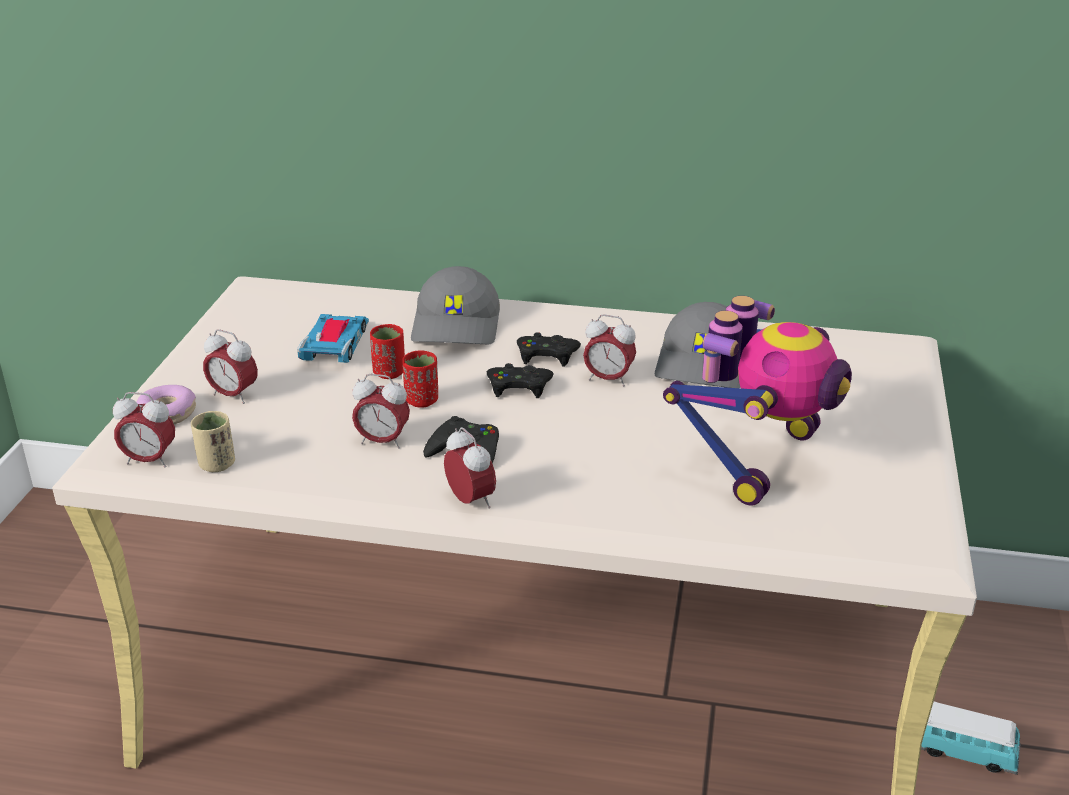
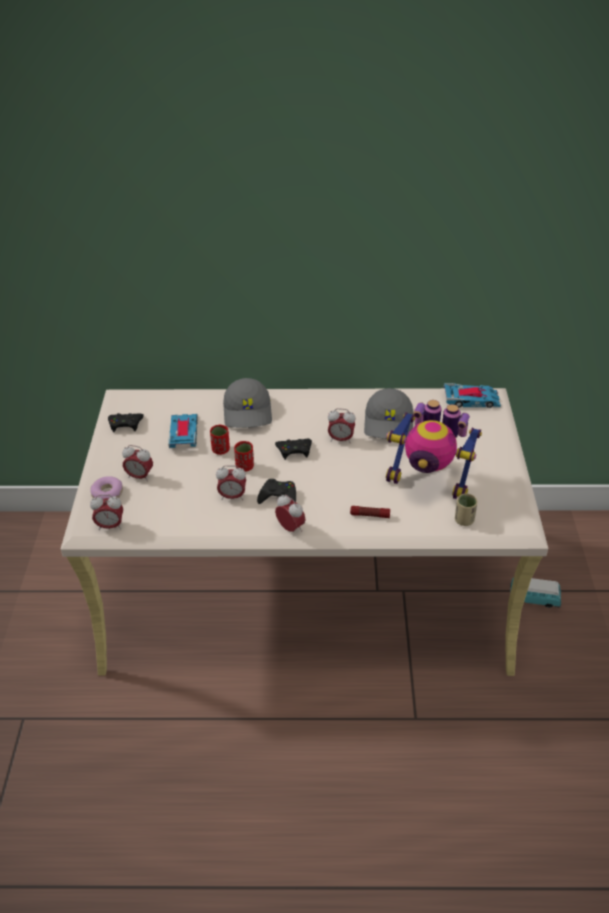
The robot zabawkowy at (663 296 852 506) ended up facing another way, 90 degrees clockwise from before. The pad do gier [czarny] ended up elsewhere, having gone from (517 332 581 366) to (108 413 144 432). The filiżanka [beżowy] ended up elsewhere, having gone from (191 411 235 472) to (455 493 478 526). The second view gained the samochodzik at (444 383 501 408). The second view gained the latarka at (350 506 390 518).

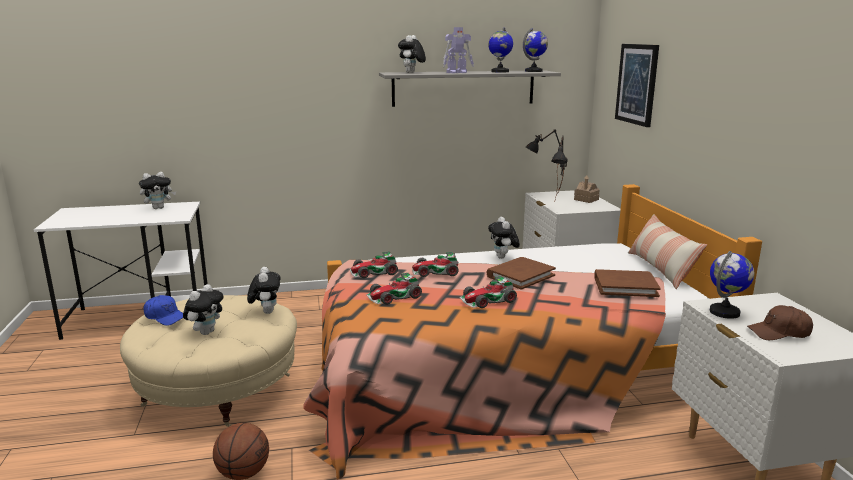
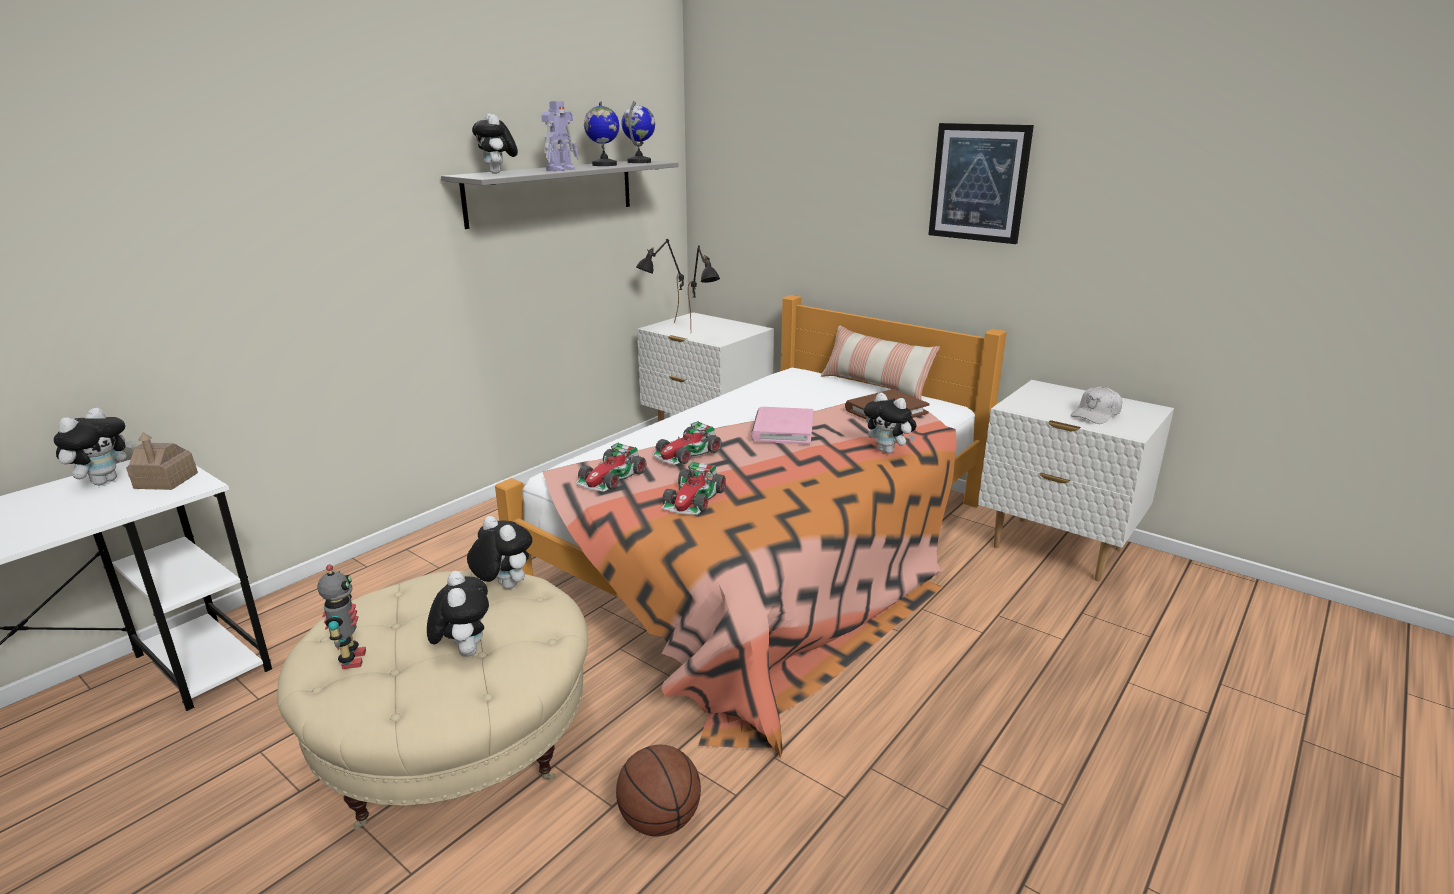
The obraz ended up elsewhere, having gone from (615 44 659 127) to (928 123 1034 244). The domek ended up elsewhere, having gone from (574 175 599 203) to (126 432 198 490). The pluszak ended up elsewhere, having gone from (488 217 520 259) to (864 392 917 454). The second view lost the globus at (710 251 754 319). What was the książka [brązowy] at (487 257 556 290) turned into the książka [różowy] at (751 407 813 445). The second view lost the samochodzik at (459 276 517 308). Where the czapka z daszkiem [niebieski] stood at (143 295 183 326), the robot zabawkowy came to stand at (317 565 366 669). What was the czapka z daszkiem [brązowy] at (747 305 813 340) turned into the czapka z daszkiem [biały] at (1070 386 1122 424).

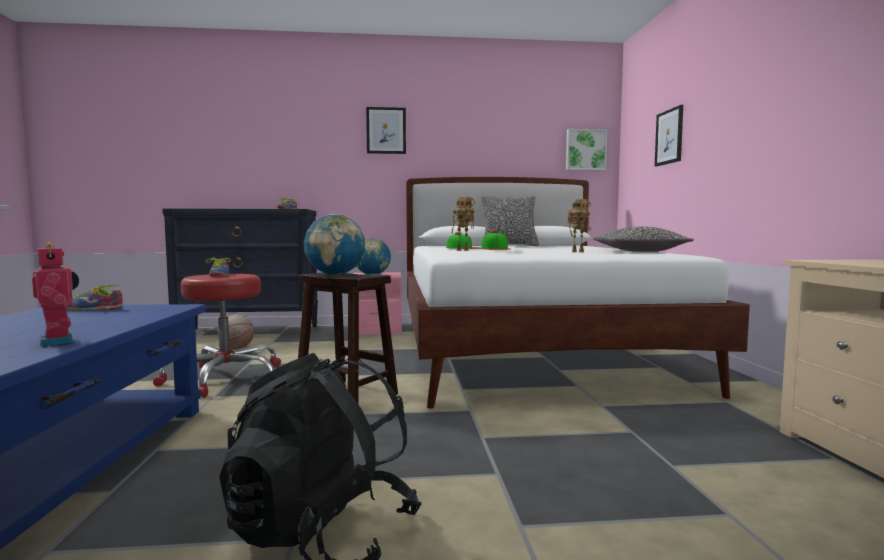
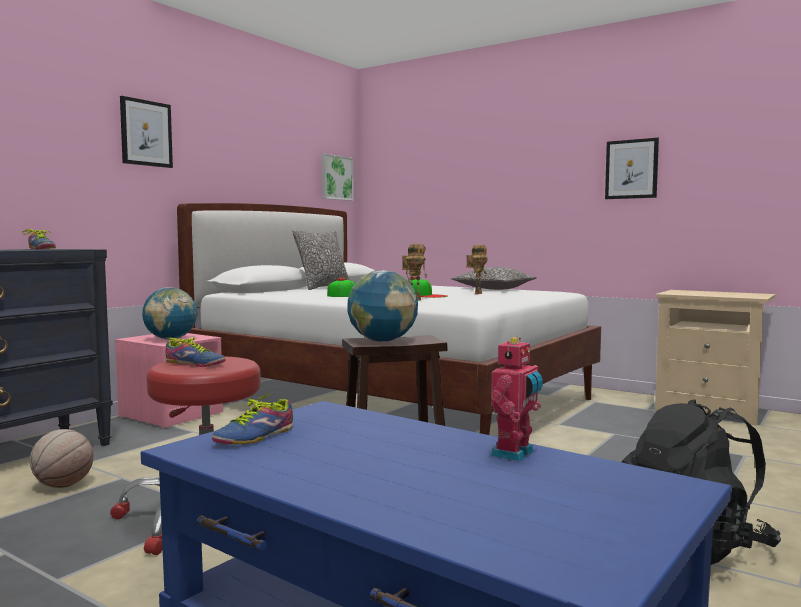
The obraz ended up elsewhere, having gone from (655 105 683 166) to (605 138 659 199). The robot zabawkowy at (32 243 79 346) ended up facing another way, 120 degrees clockwise from before.

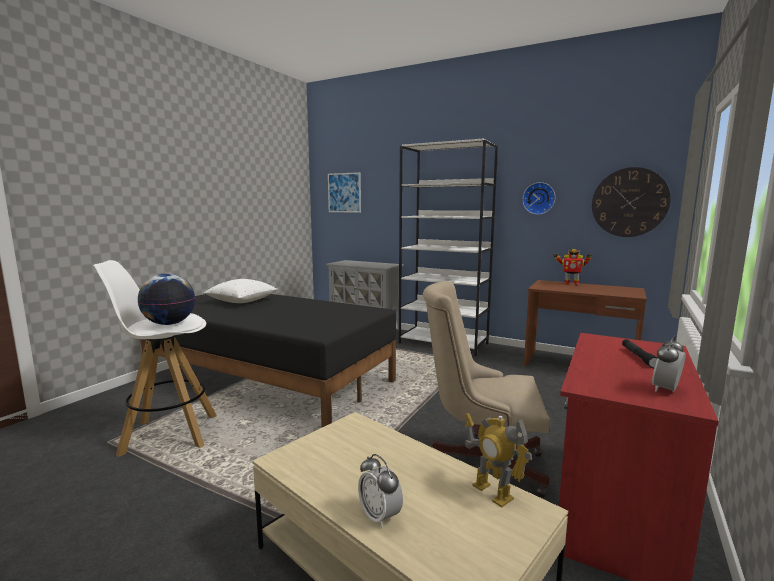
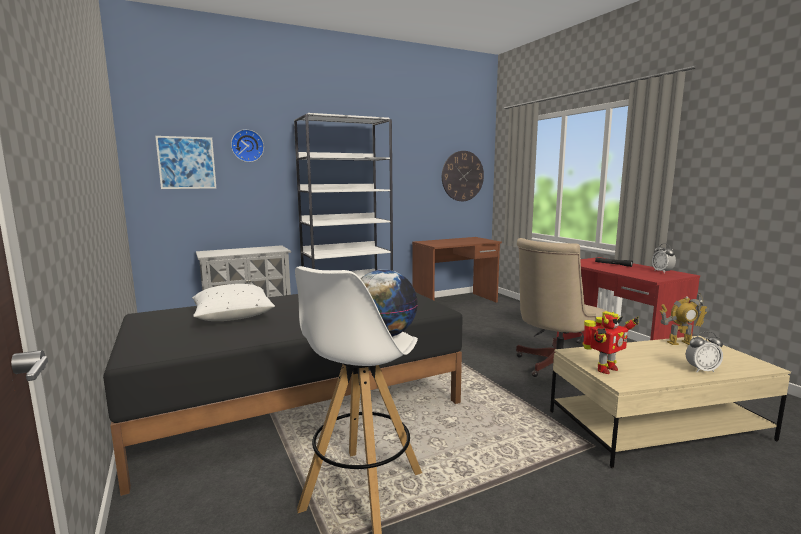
The zegar ścienny ended up elsewhere, having gone from (522 182 555 215) to (231 129 264 162). The robot zabawkowy ended up elsewhere, having gone from (554 249 592 285) to (583 311 639 374).

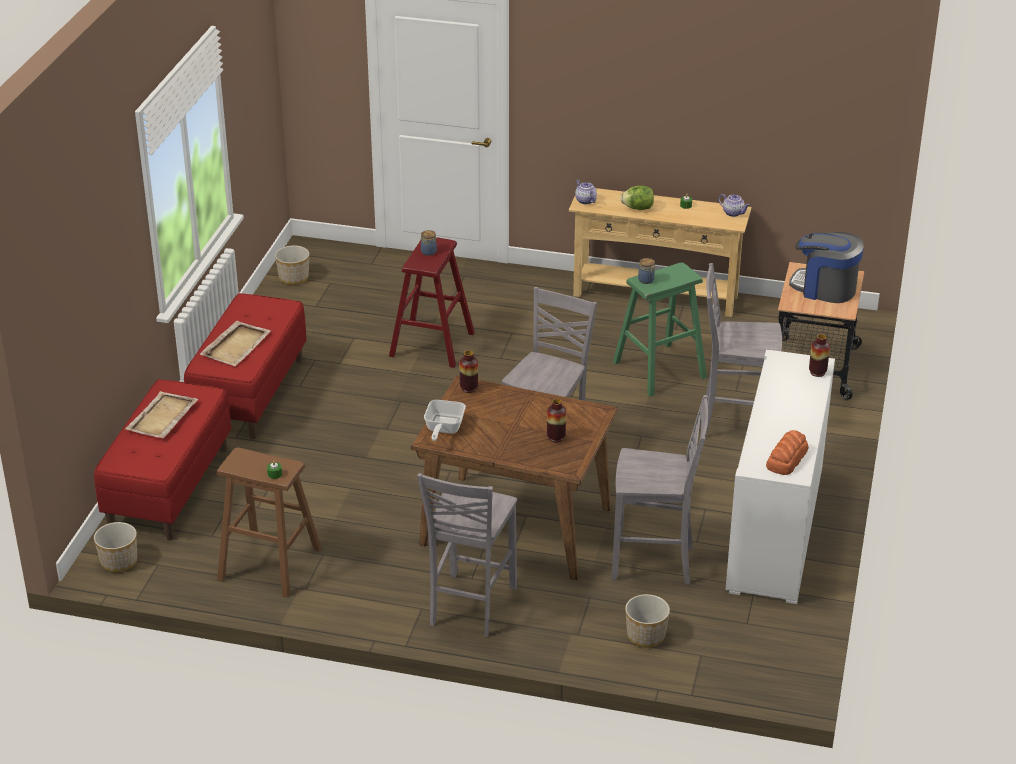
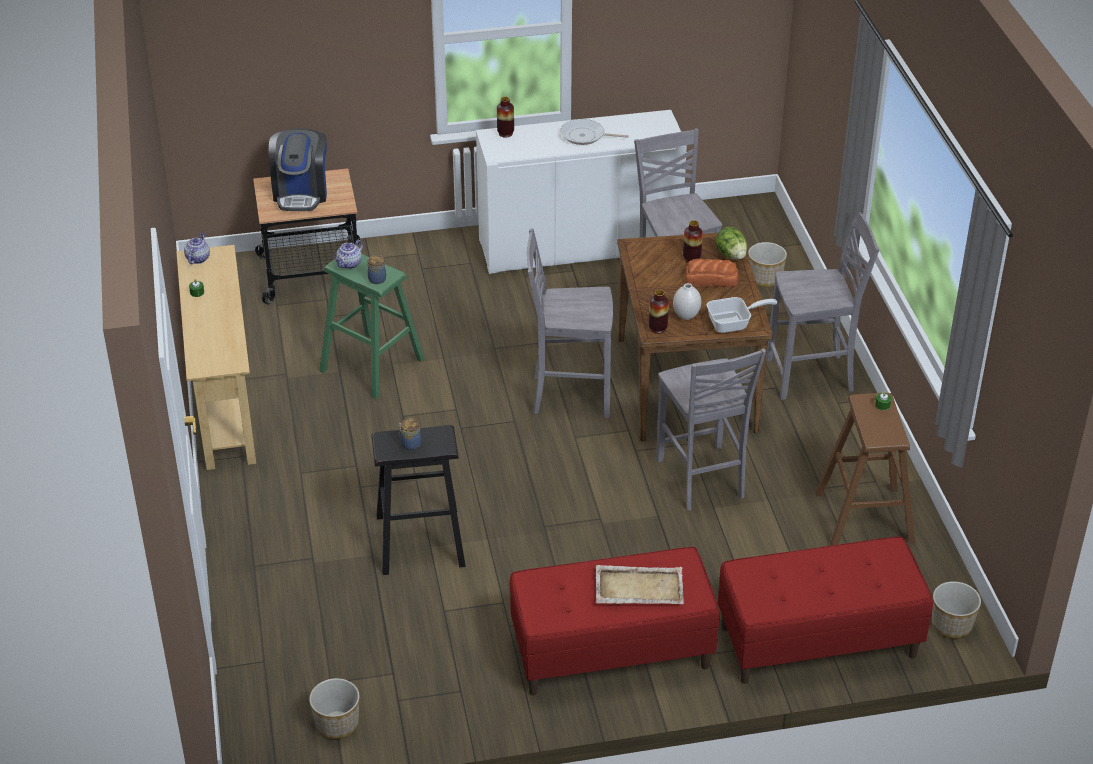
The imbryk ended up elsewhere, having gone from (575 180 597 204) to (334 240 363 269). The sałata ended up elsewhere, having gone from (620 186 654 210) to (715 227 747 260). What was the stołek [czerwony] at (389 237 475 368) turned into the stołek [czarny] at (372 425 466 575). The krzesło [szary] ended up elsewhere, having gone from (705 263 782 437) to (656 348 766 511). The second view lost the taca [beżowy] at (125 391 198 438). The chleb ended up elsewhere, having gone from (766 430 809 475) to (685 259 738 287). The second view gained the patelnia at (560 119 629 145). The second view gained the wazon [biały] at (673 283 701 320).

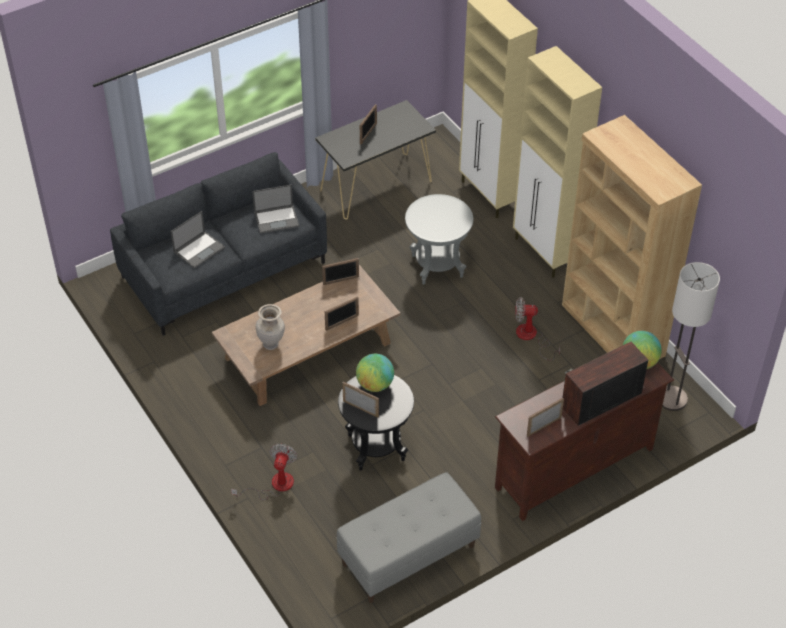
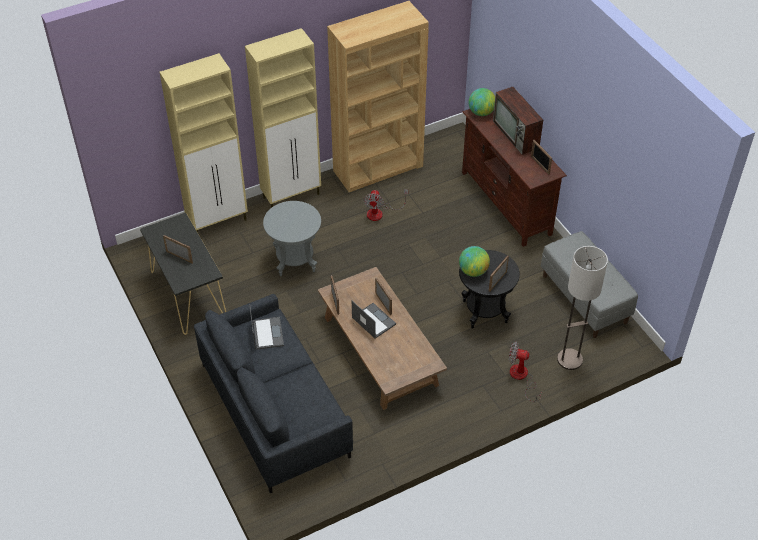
The laptop ended up elsewhere, having gone from (171 211 225 269) to (352 301 396 339). The lampa stojąca ended up elsewhere, having gone from (662 262 720 411) to (557 246 608 370). The second view lost the wazon [beżowy] at (256 304 285 350).

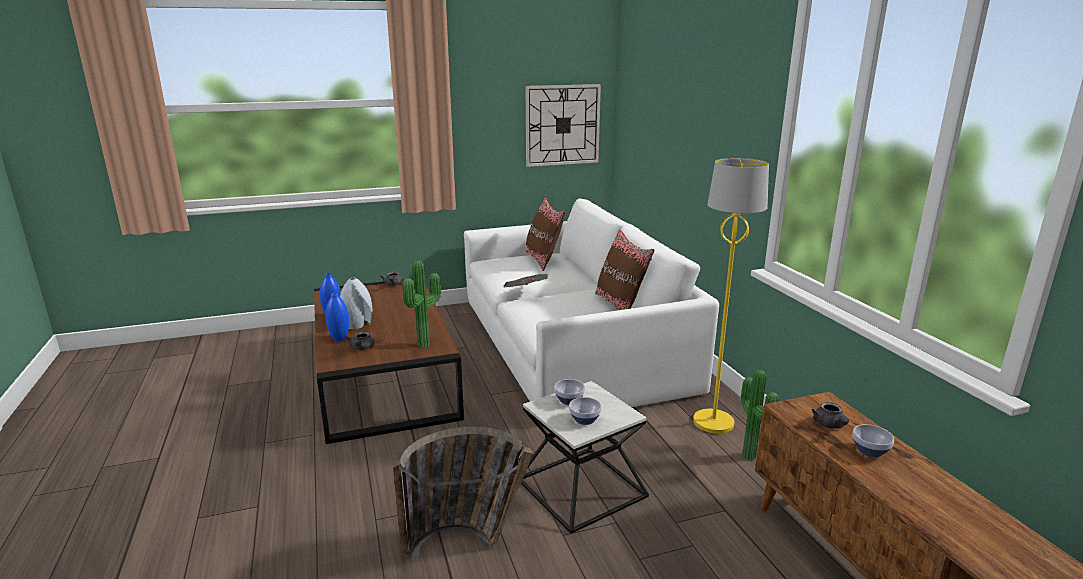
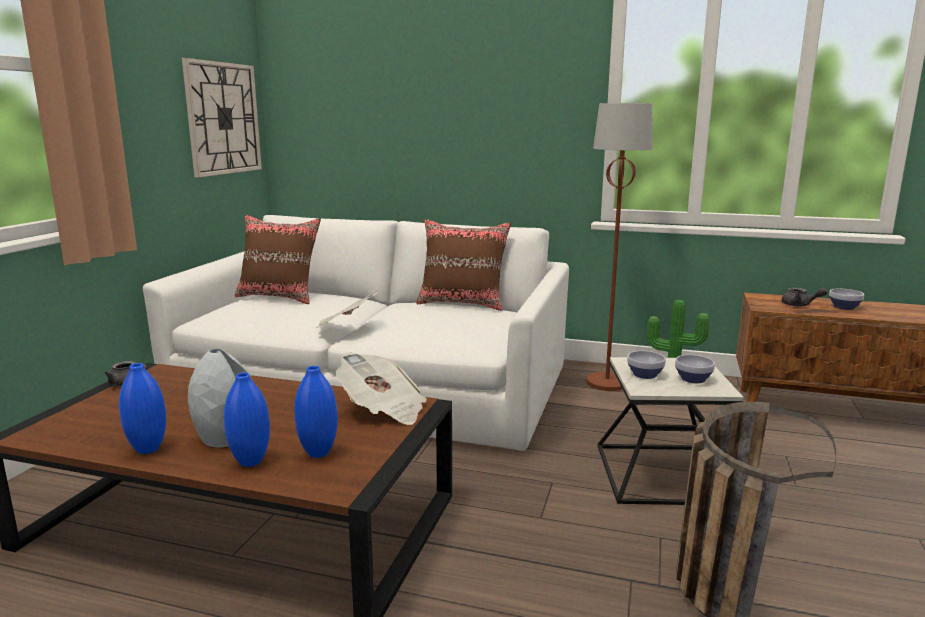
What was the lampa stojąca [żółty] at (693 158 769 434) turned into the lampa stojąca [brązowy] at (586 103 653 391). Where the roślina doniczkowa stood at (402 261 441 348), the gazeta came to stand at (336 353 427 425). Where the imbryk [szary] stood at (345 332 374 350), the wazon [niebieski] came to stand at (294 366 338 458).

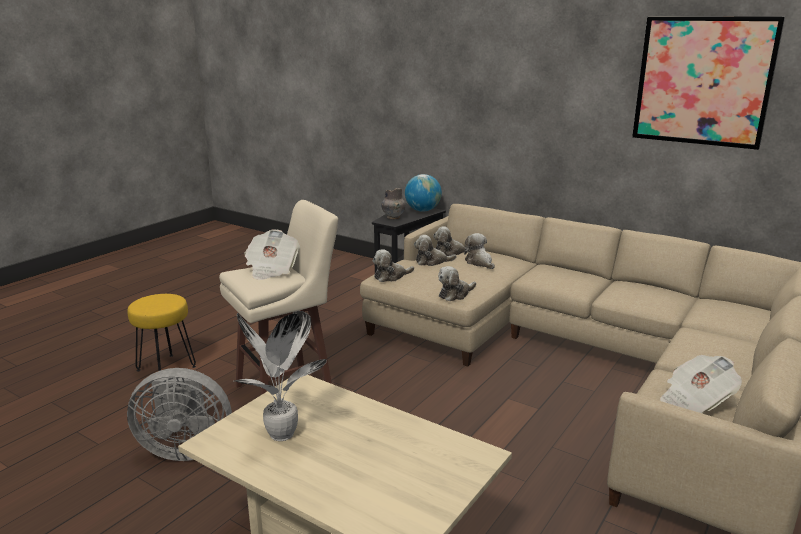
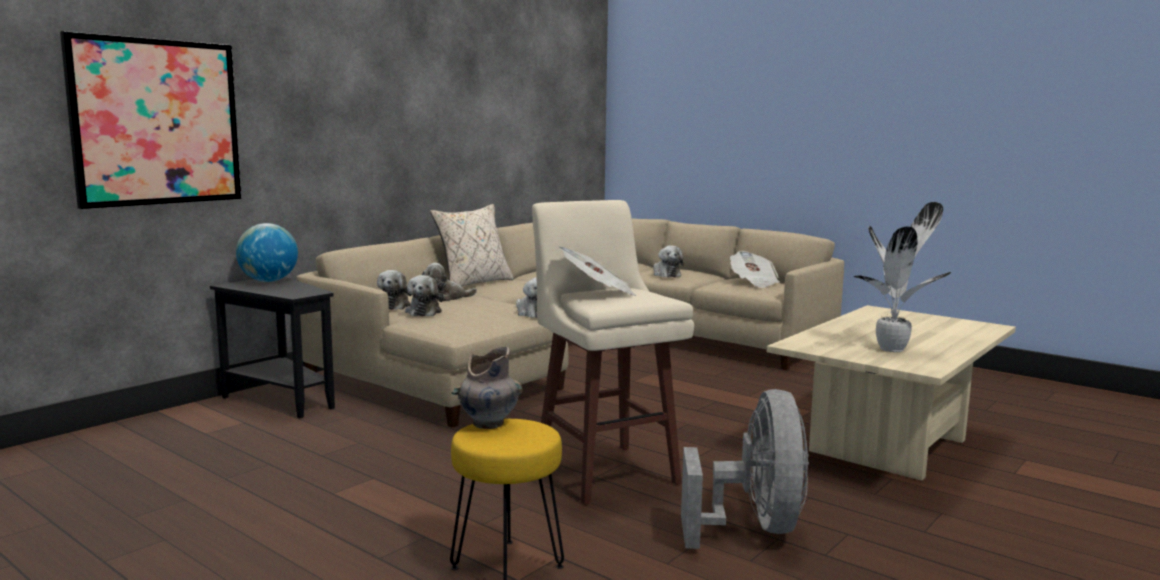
The obraz ended up elsewhere, having gone from (632 16 785 150) to (60 31 241 209). The wazon [szary] ended up elsewhere, having gone from (381 188 406 219) to (451 347 523 429). The pluszak ended up elsewhere, having gone from (373 249 414 282) to (654 245 684 277). The second view gained the poduszka [beżowy] at (430 204 514 287).

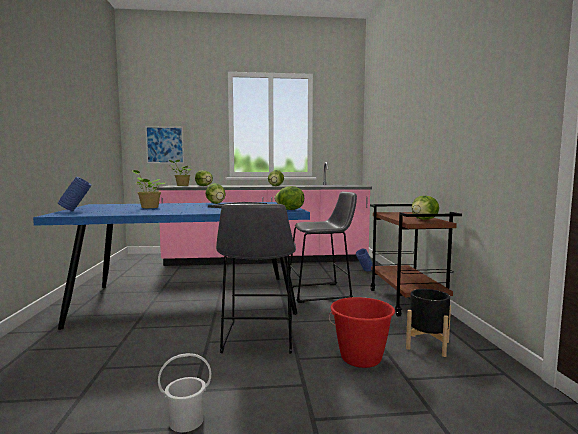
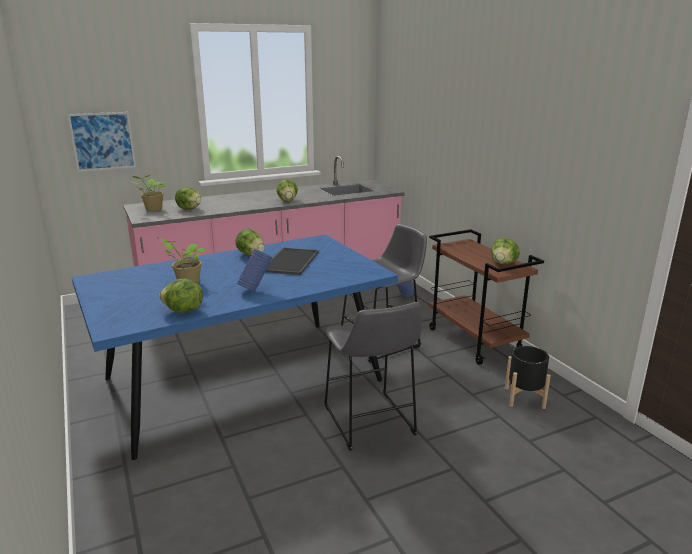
The wazon [niebieski] ended up elsewhere, having gone from (58 177 92 211) to (237 248 272 292). The sałata ended up elsewhere, having gone from (274 186 304 210) to (159 279 203 313). The second view lost the wiadro [czerwony] at (329 297 395 368). The second view lost the wiadro [biały] at (158 353 211 432).

